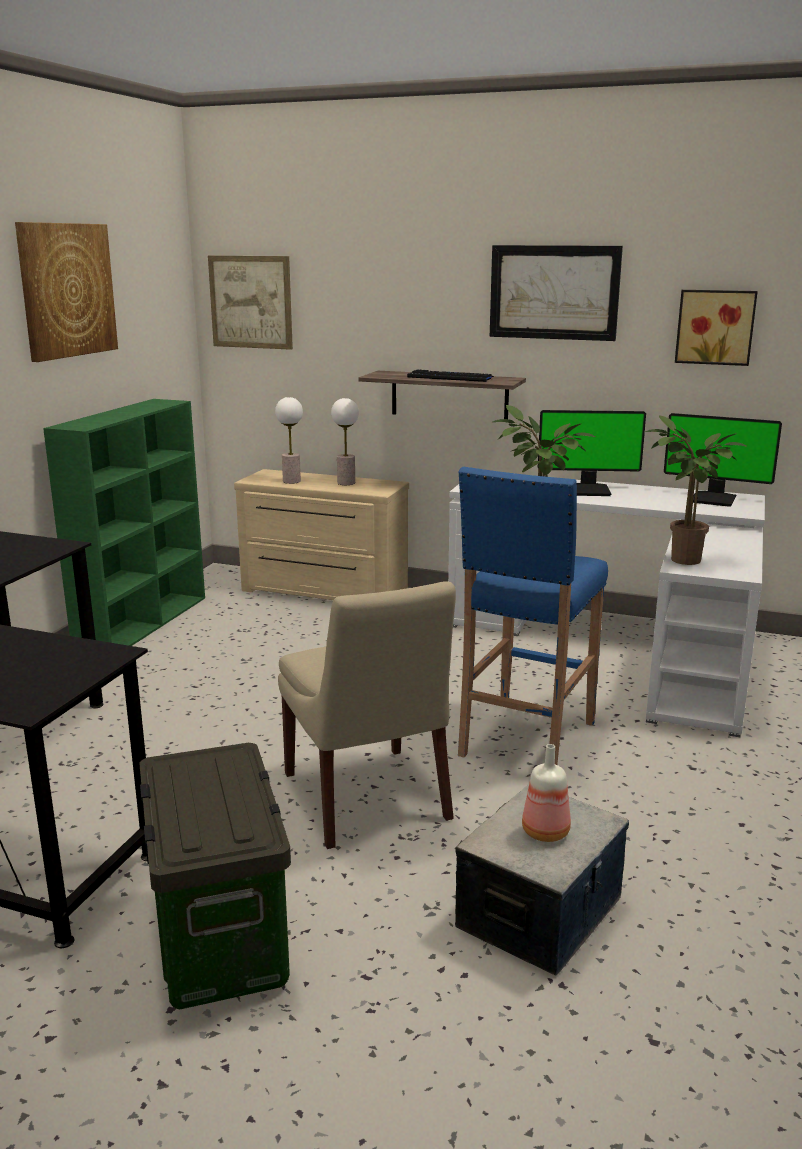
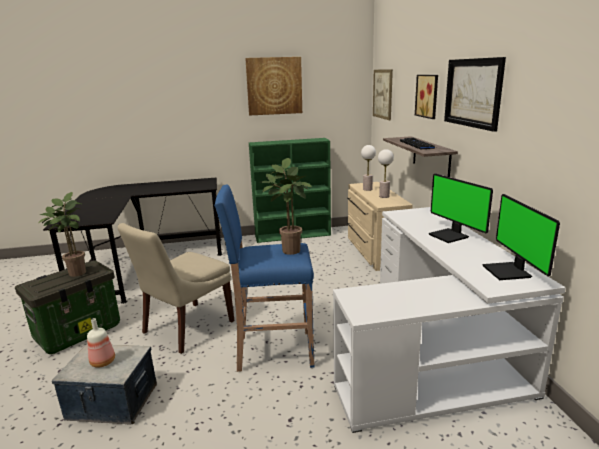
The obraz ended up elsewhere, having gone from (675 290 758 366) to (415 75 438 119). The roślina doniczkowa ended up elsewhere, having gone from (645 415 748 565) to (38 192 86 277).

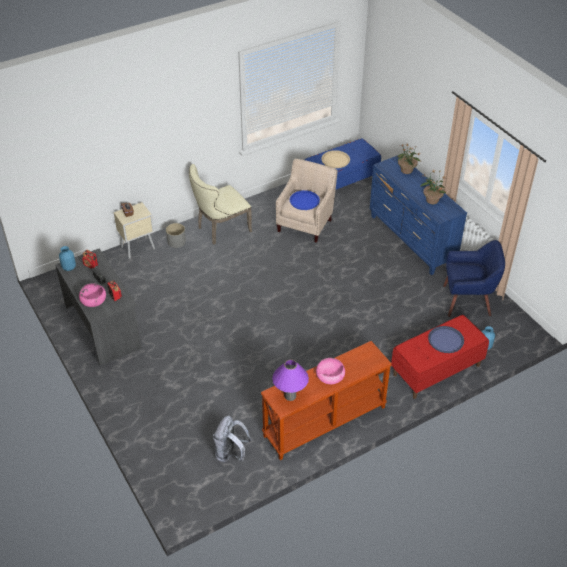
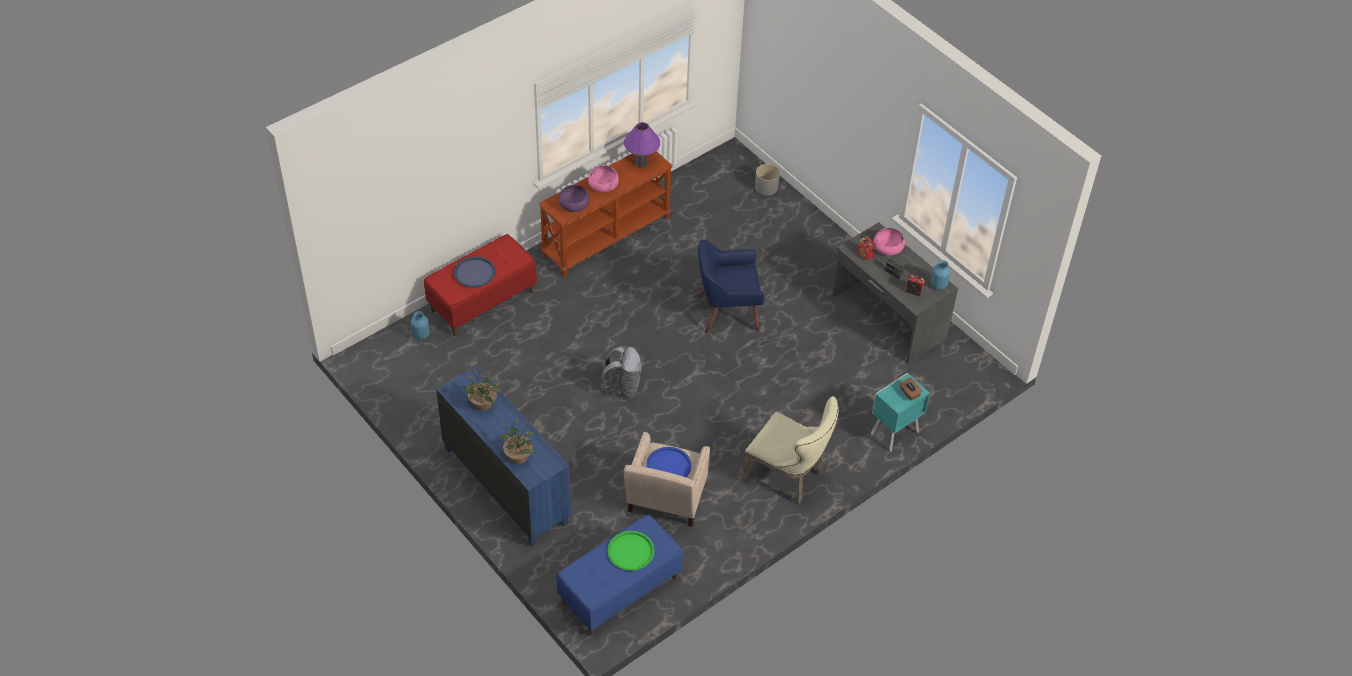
What was the taca [beżowy] at (321 150 350 168) turned into the taca [zielony] at (607 531 655 571). The krzesło [beżowy] at (189 164 252 245) ended up facing another way, 75 degrees clockwise from before. What was the szafka nocna [beżowy] at (114 202 155 259) turned into the szafka nocna [turkusowy] at (871 373 930 451). The donica [szary] ended up elsewhere, having gone from (166 223 186 248) to (755 164 780 196). The fotel [niebieski] ended up elsewhere, having gone from (443 240 505 317) to (698 240 764 334). The plecak [szary] ended up elsewhere, having gone from (213 416 252 462) to (601 347 642 400). The second view gained the miska [fioletowy] at (559 185 589 212).

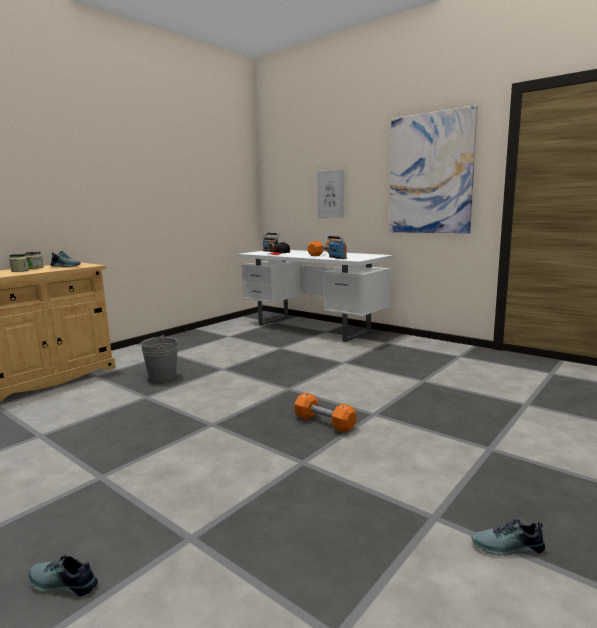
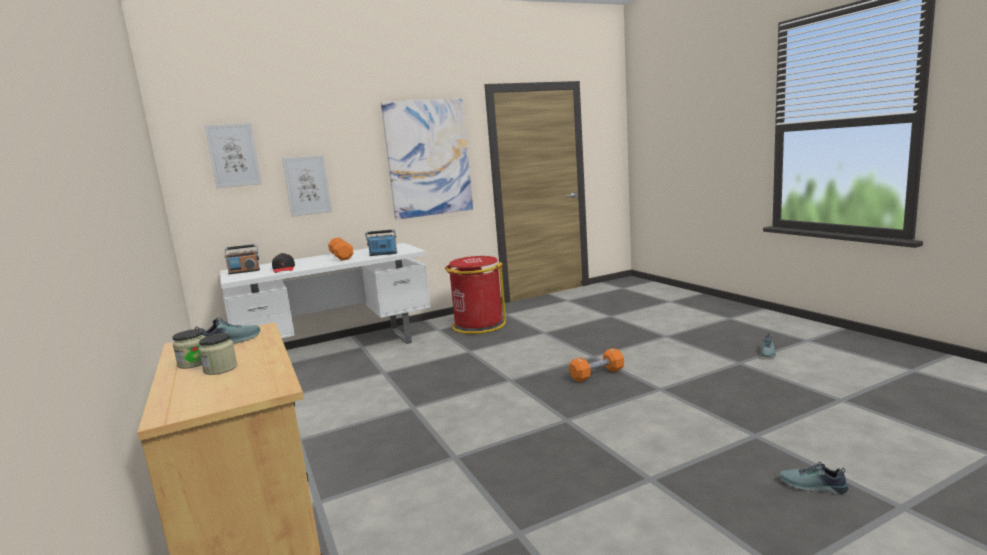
The second view lost the wiadro [szary] at (140 335 178 382). The but at (28 554 98 597) ended up facing another way, 75 degrees clockwise from before. The second view gained the obraz at (204 123 262 188). The second view gained the kosz na śmieci [czerwony] at (445 256 506 334).

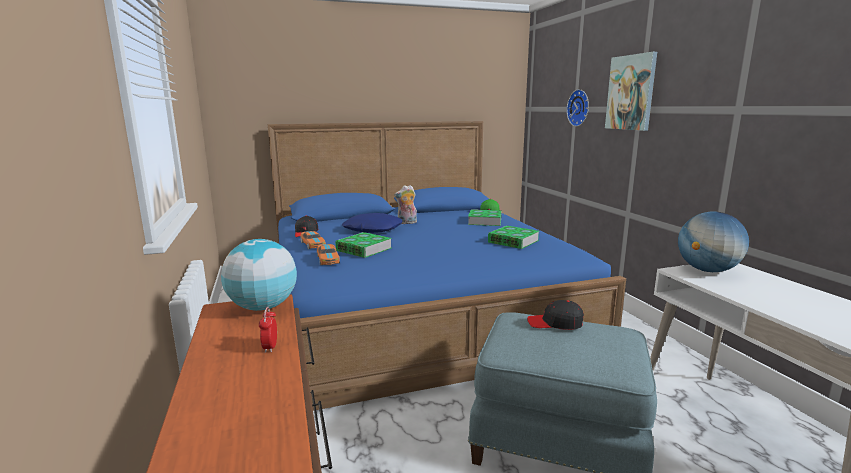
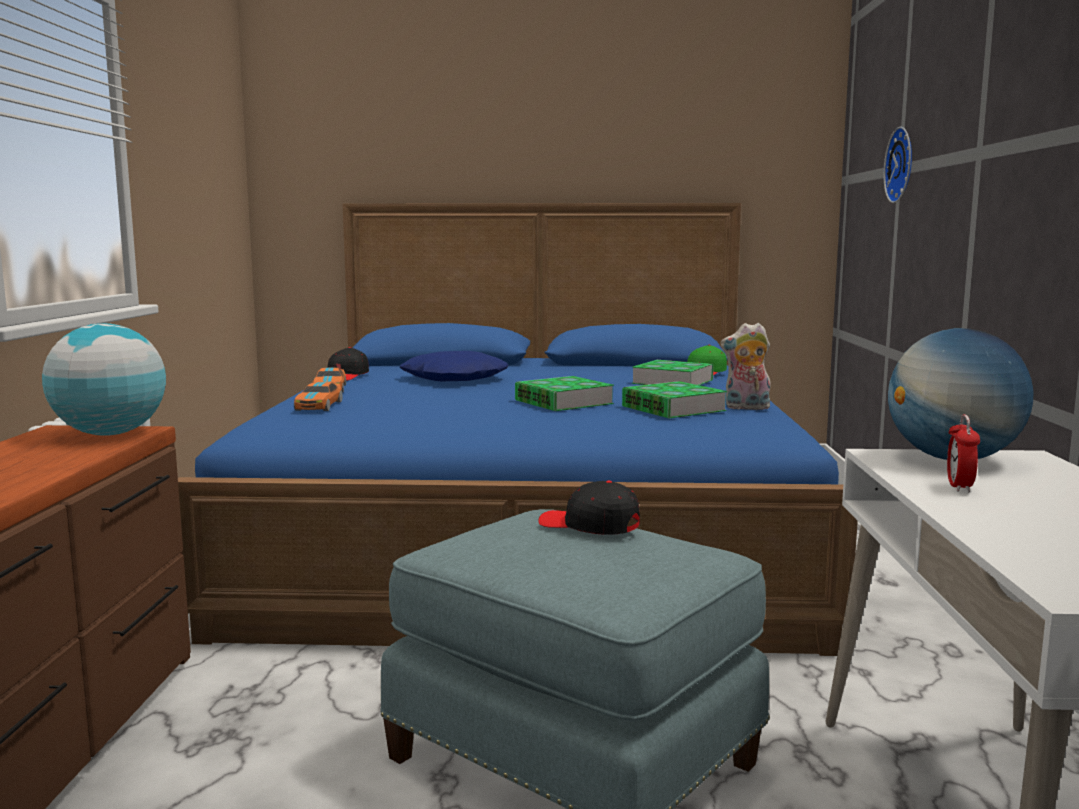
The second view lost the obraz at (605 52 657 131). The pluszak ended up elsewhere, having gone from (394 185 417 224) to (720 323 771 410). The książka ended up elsewhere, having gone from (335 232 392 258) to (515 376 614 411). The budzik ended up elsewhere, having gone from (259 307 277 353) to (947 414 980 492).

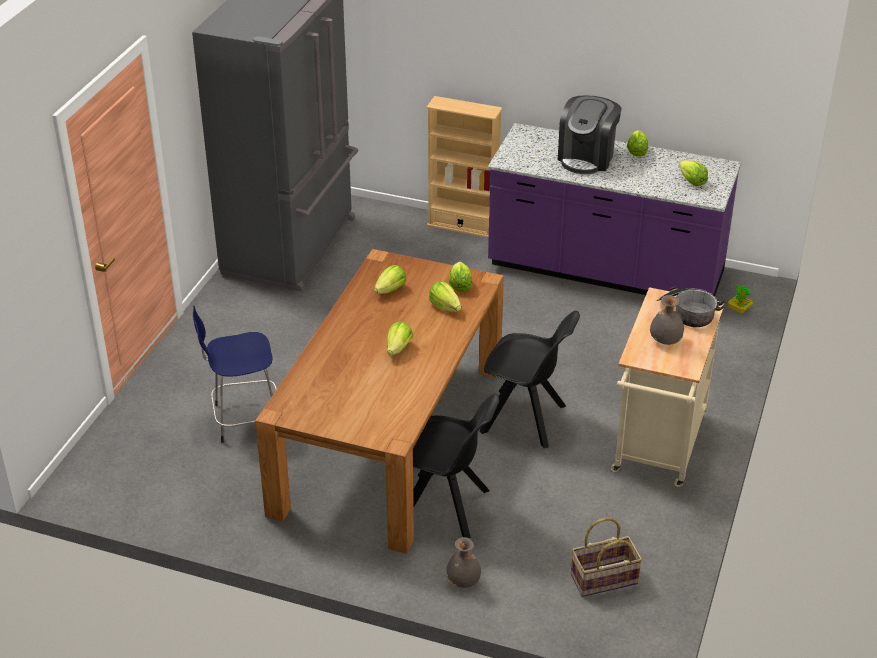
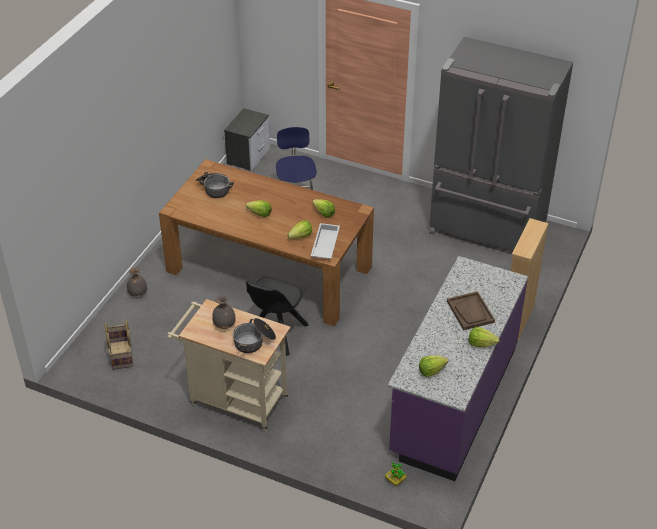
Where the ekspres do kawy stood at (558 96 622 174), the taca [brązowy] came to stand at (447 291 495 330). Where the sałata stood at (449 262 472 292), the taca [biały] came to stand at (311 223 340 259). The second view lost the krzesło [czarny] at (413 394 499 539). The second view gained the szafka nocna at (224 108 270 171). The second view gained the garnek at (195 172 234 198).

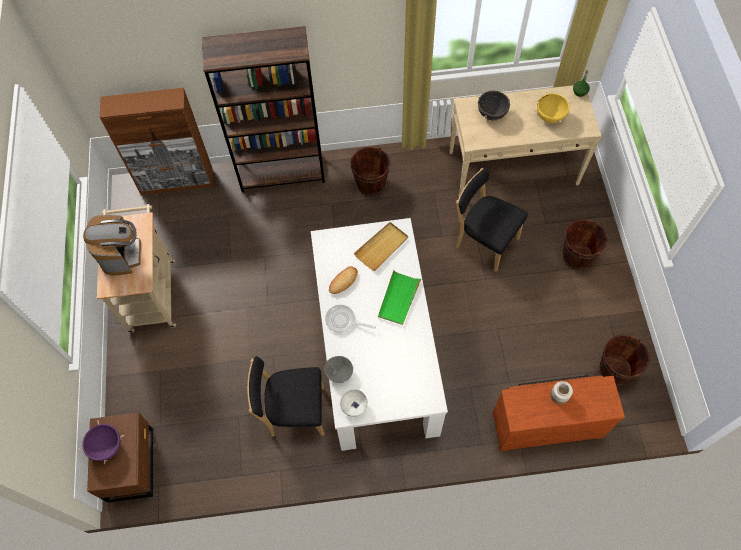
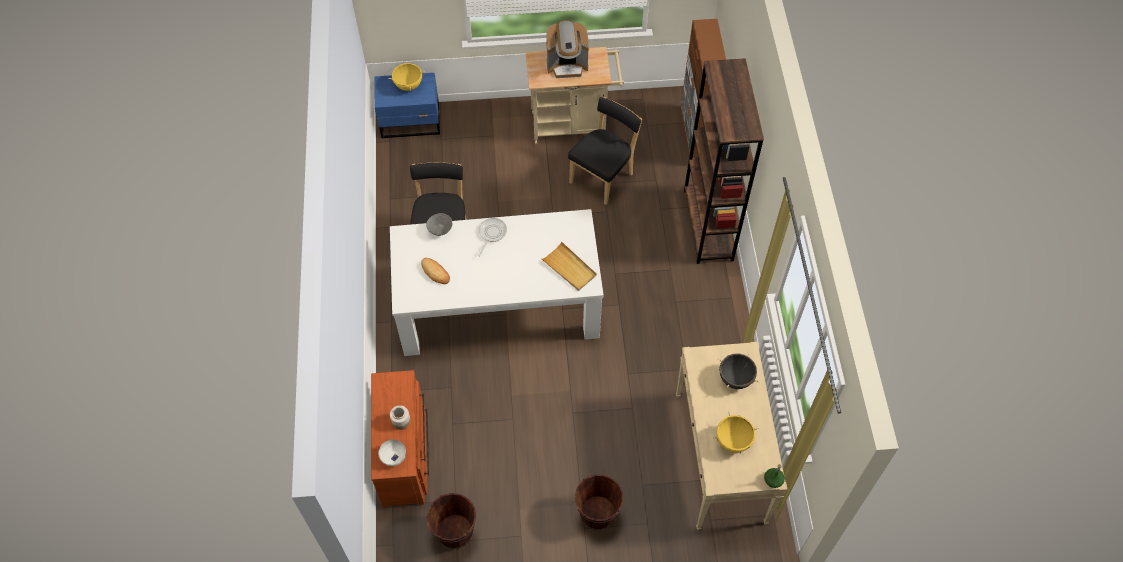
The second view lost the wiadro [brązowy] at (350 147 390 196). The krzesło [czarny] ended up elsewhere, having gone from (456 168 527 272) to (568 97 642 205). The chleb ended up elsewhere, having gone from (329 266 358 294) to (421 258 450 284). The second view lost the taca [zielony] at (378 270 422 325). The miska [biały] ended up elsewhere, having gone from (340 390 368 417) to (378 440 406 466). What was the szafka nocna [brązowy] at (87 413 153 503) turned into the szafka nocna [niebieski] at (375 73 440 138). What was the garnek [fioletowy] at (78 420 124 464) turned into the garnek [żółty] at (388 61 426 91).

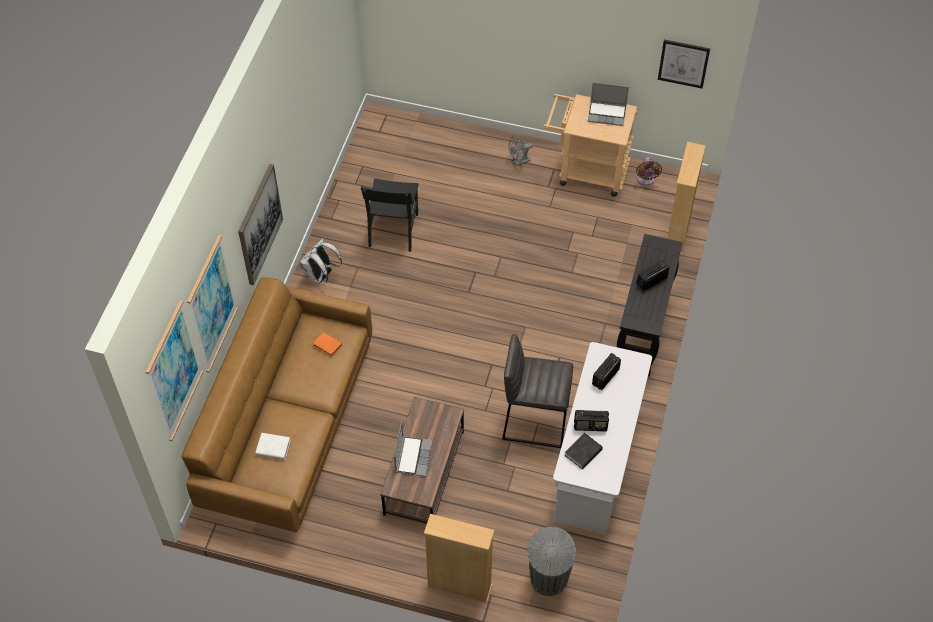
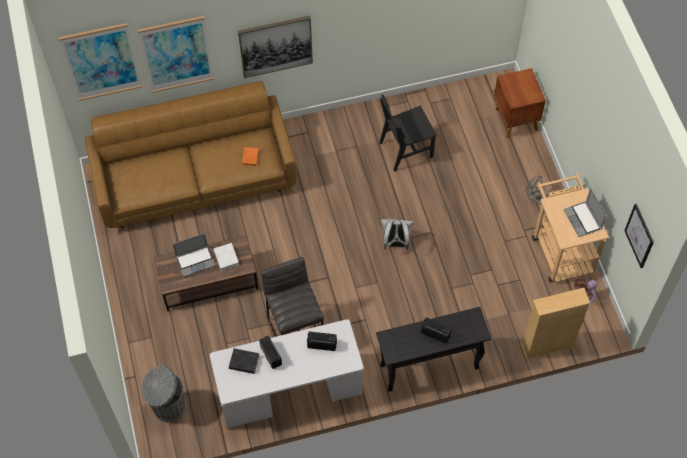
The plecak [biały] ended up elsewhere, having gone from (300 238 342 284) to (380 219 414 250). The książka [biały] ended up elsewhere, having gone from (256 433 290 460) to (214 243 239 271). The second view lost the regał [beżowy] at (424 514 494 603). The second view gained the szafka nocna [brązowy] at (494 68 546 138).

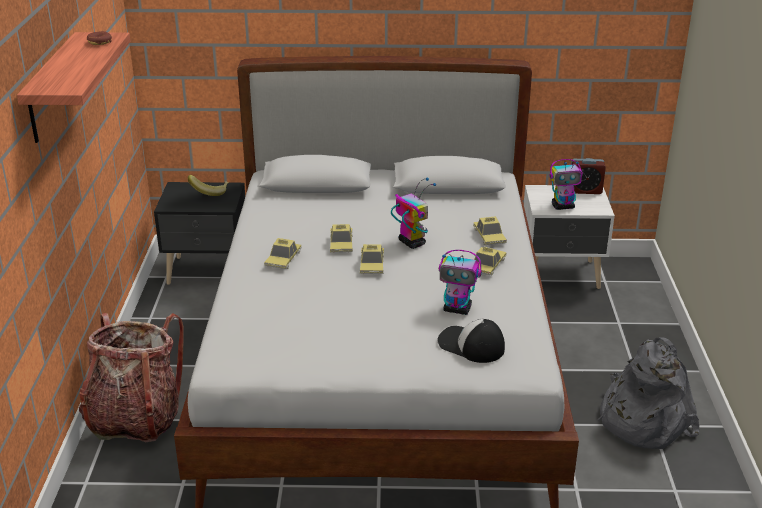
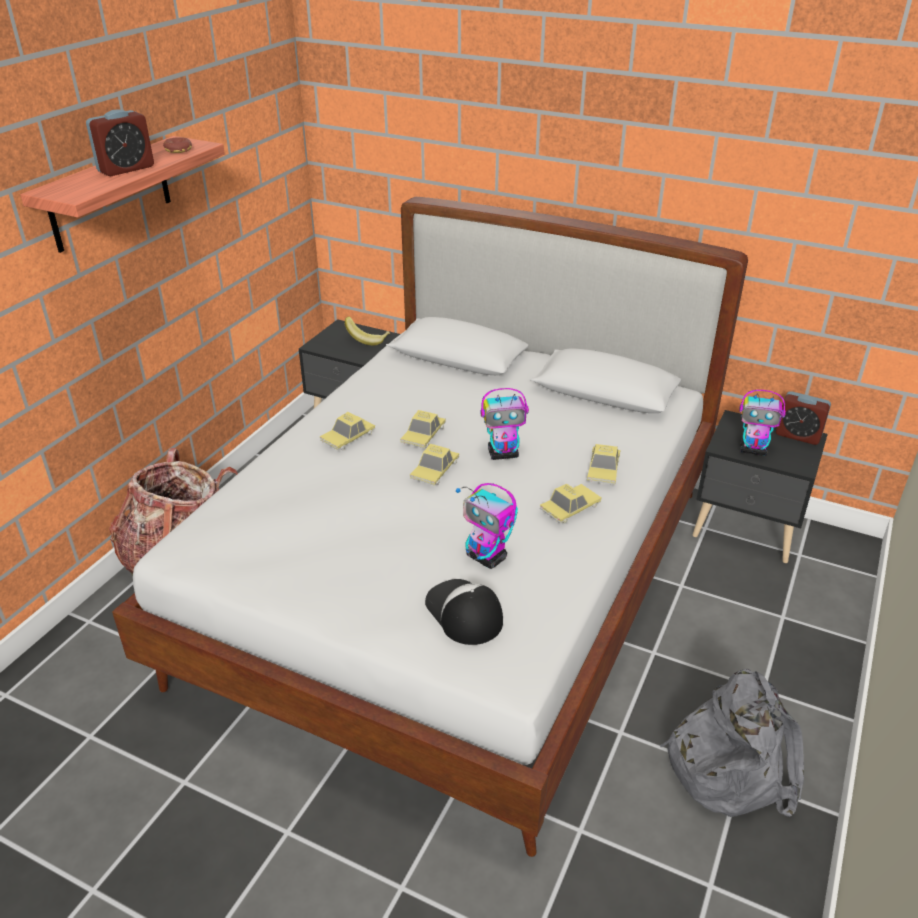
The robot zabawkowy at (391 178 436 249) ended up facing another way, 90 degrees clockwise from before. What was the szafka nocna [biały] at (524 185 615 289) turned into the szafka nocna [czarny] at (692 410 828 563). The second view gained the budzik at (86 110 154 176).

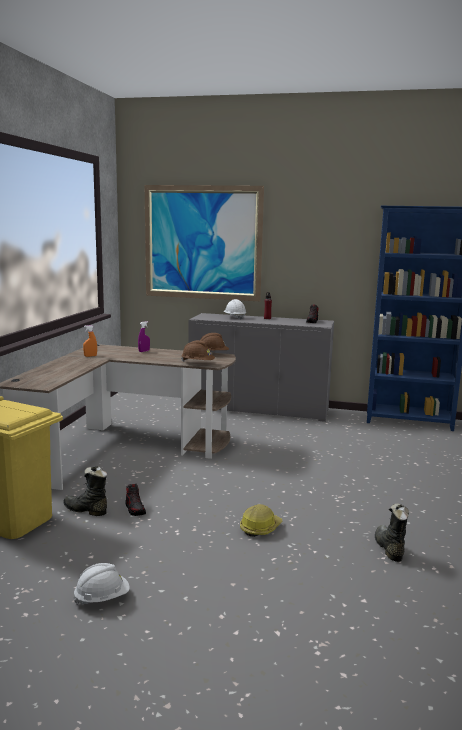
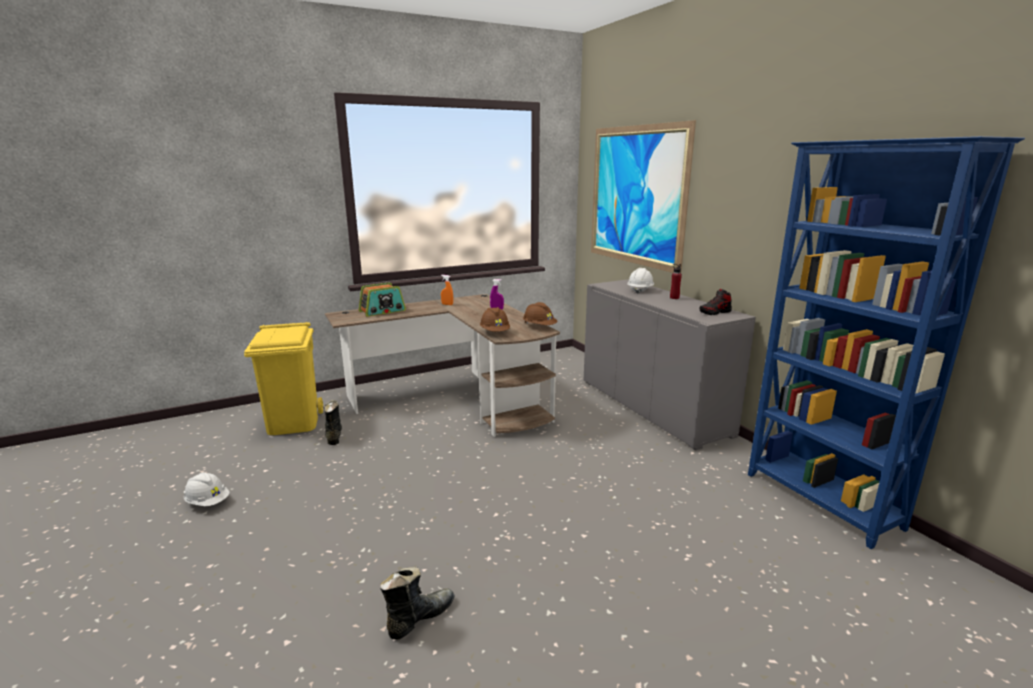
The second view lost the but at (125 484 146 516). The second view lost the kask at (240 504 282 537). The second view gained the radio at (359 282 406 317).

